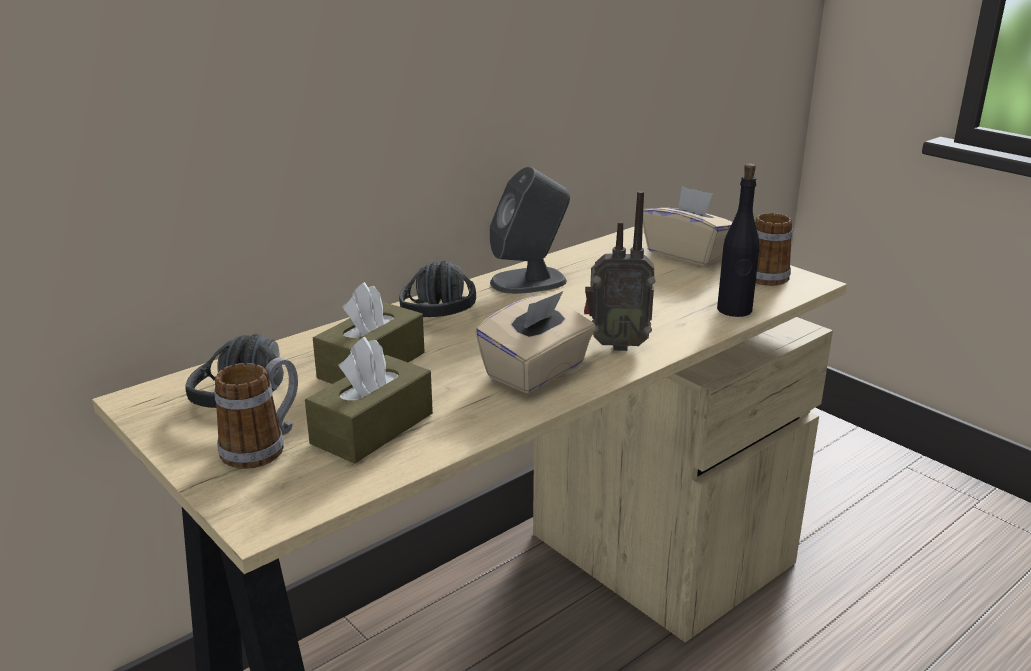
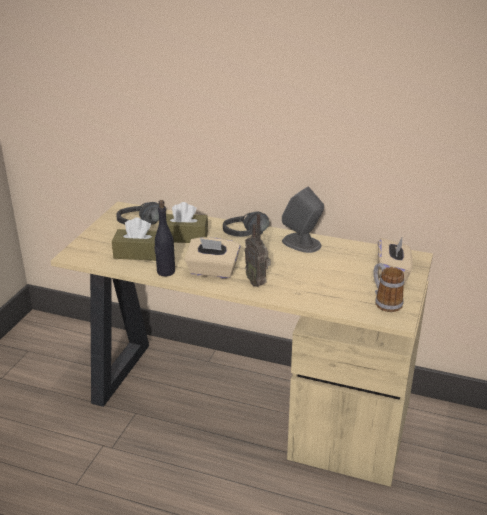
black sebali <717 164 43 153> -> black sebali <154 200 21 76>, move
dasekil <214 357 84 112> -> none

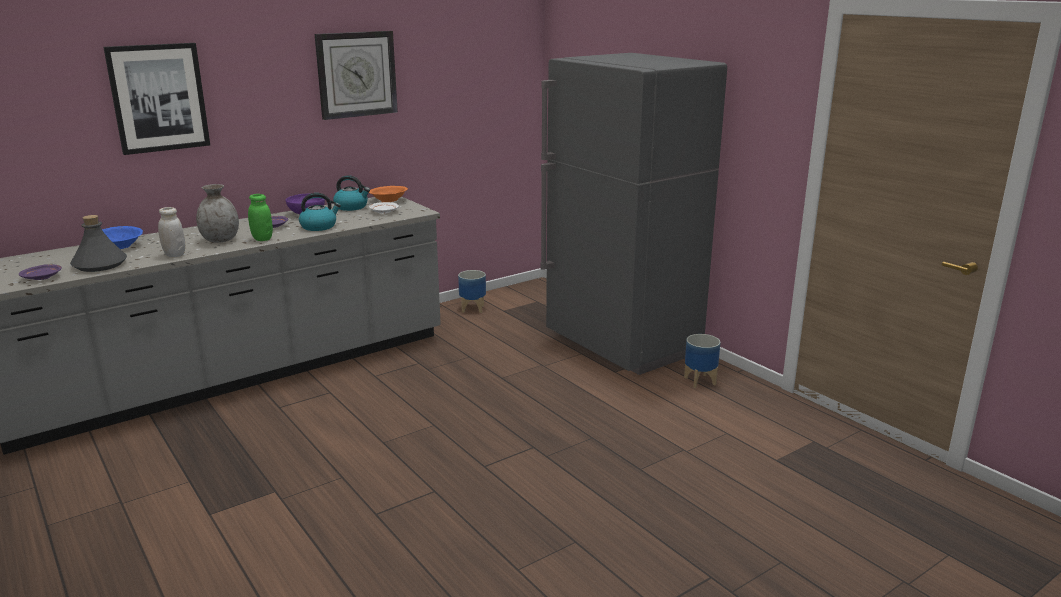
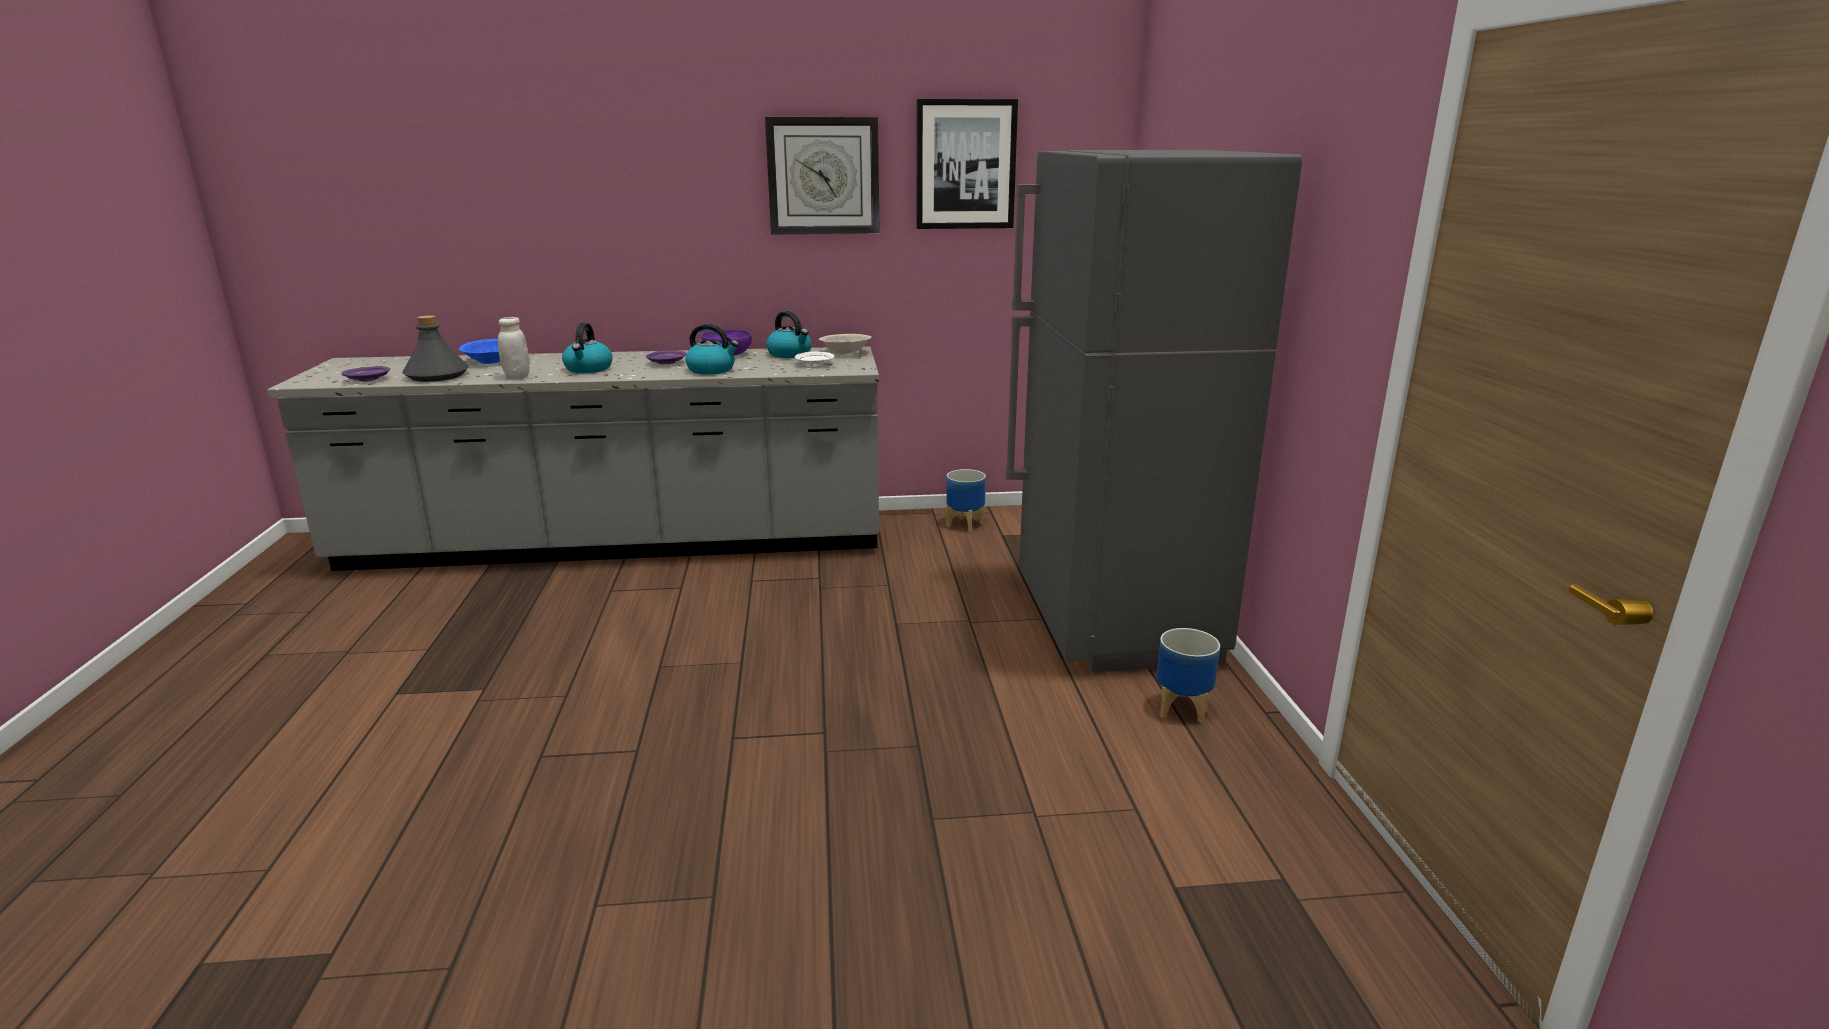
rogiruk <103 43 107 112> -> rogiruk <917 99 101 130>, move
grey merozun <196 184 43 59> -> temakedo <562 323 51 50>
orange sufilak <369 186 39 16> -> beige sufilak <819 334 52 20>
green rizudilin <248 194 25 47> -> none

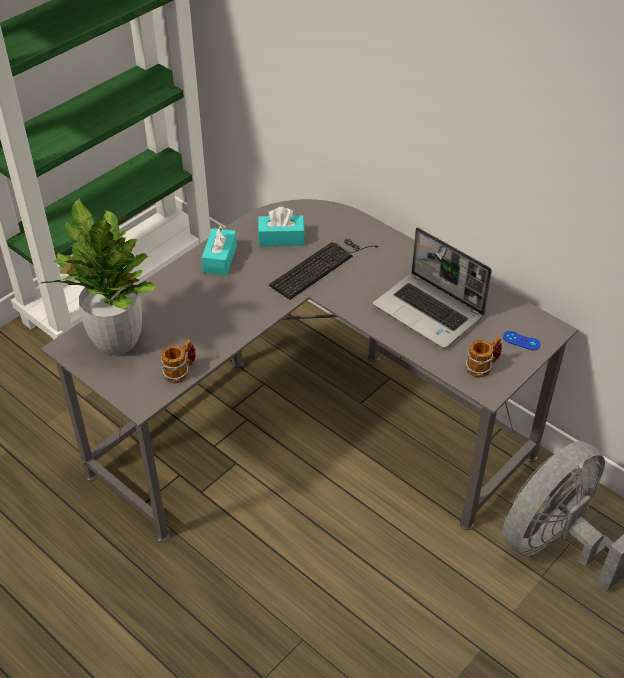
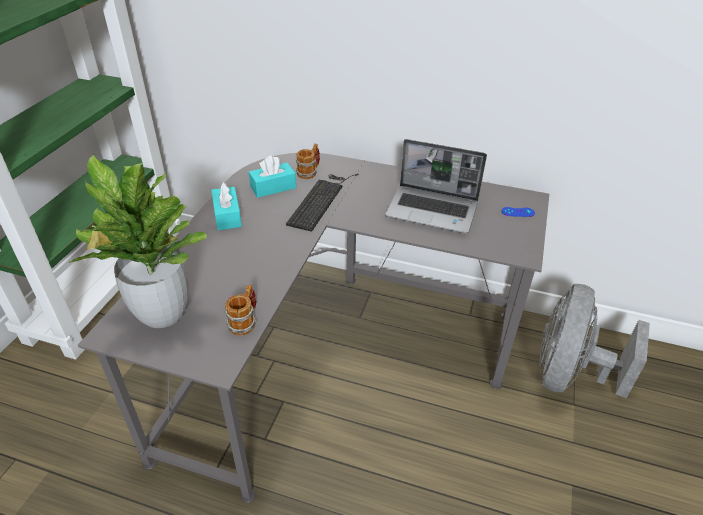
dasekil <466 337 36 41> -> dasekil <296 144 24 35>, move

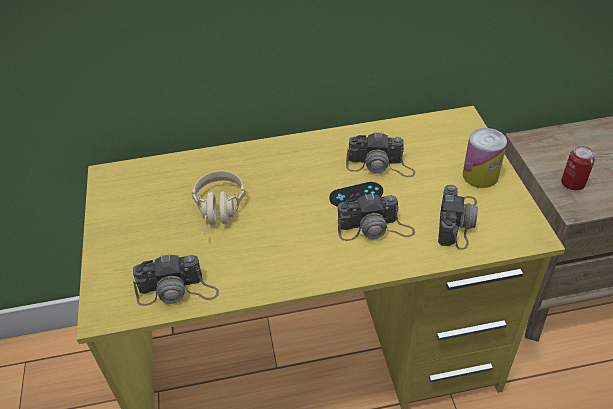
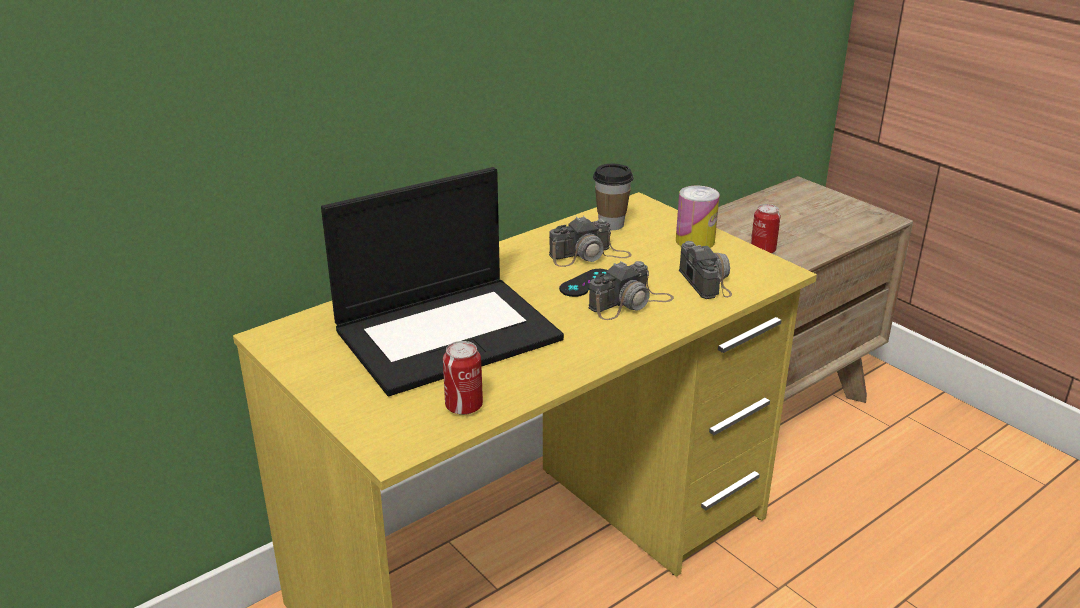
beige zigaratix <192 171 54 63> -> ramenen <321 167 243 229>
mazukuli <133 254 86 52> -> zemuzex <443 341 40 74>
none -> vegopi <593 164 40 66>

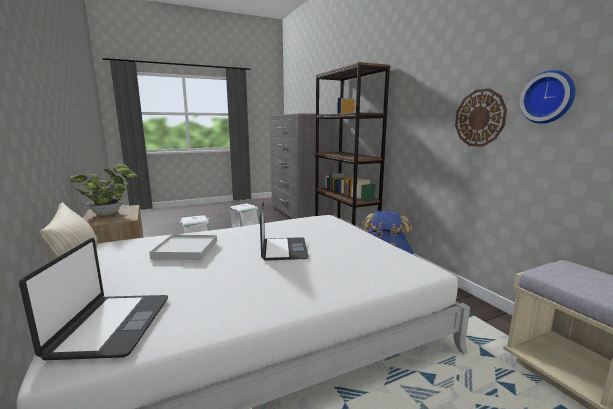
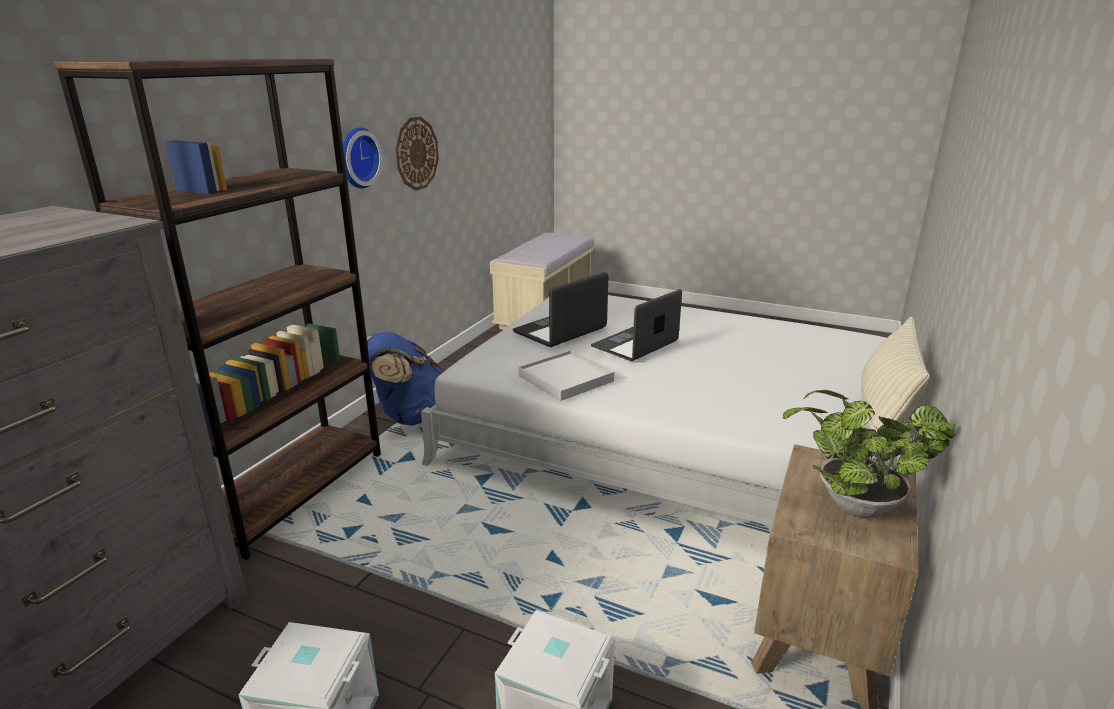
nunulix <520 70 56 54> -> nunulix <343 127 40 62>, move
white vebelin <149 235 68 25> -> white vebelin <519 350 95 51>, move
ramenen <19 238 149 122> -> ramenen <513 272 95 75>, move

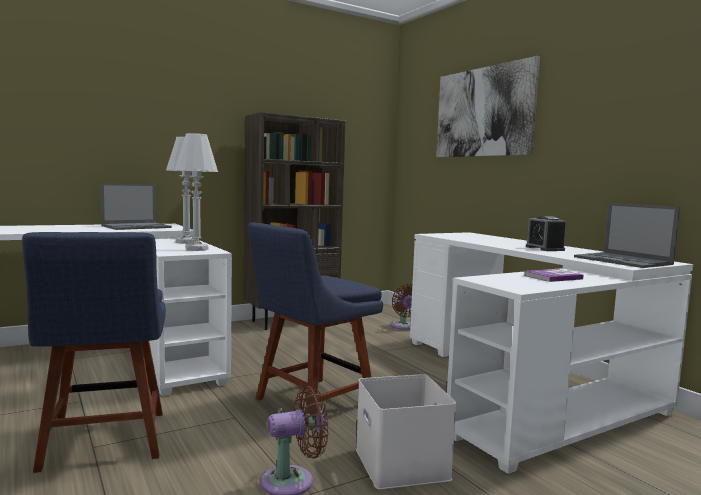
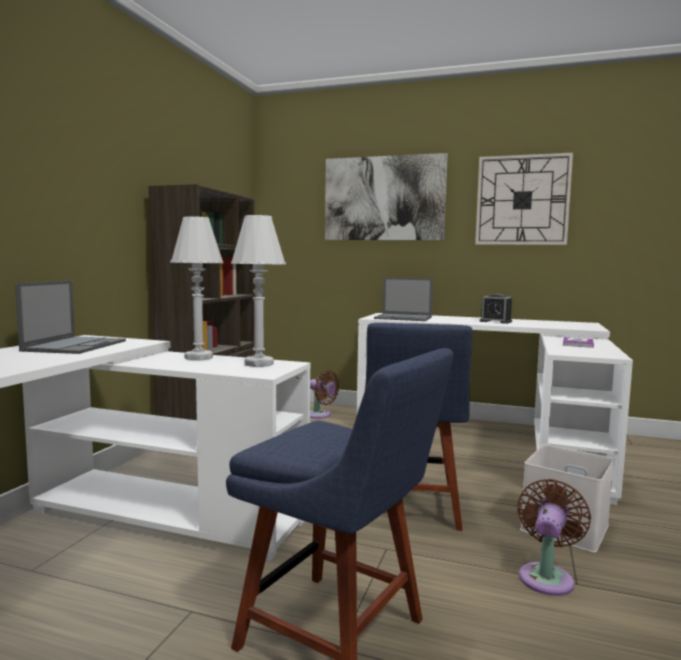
ramenen <574 203 106 65> -> ramenen <374 277 59 44>, move
none -> nunulix <475 153 98 92>

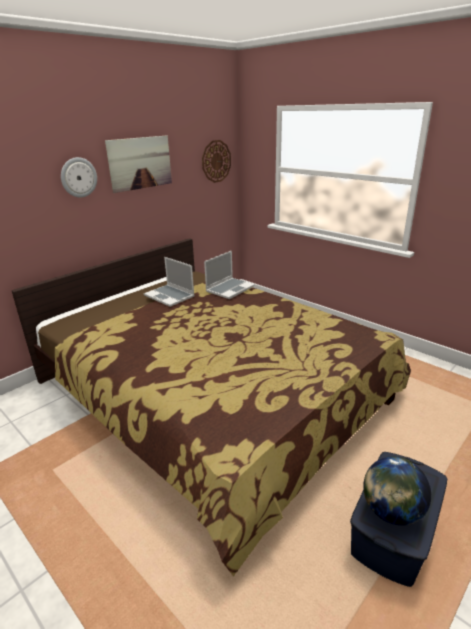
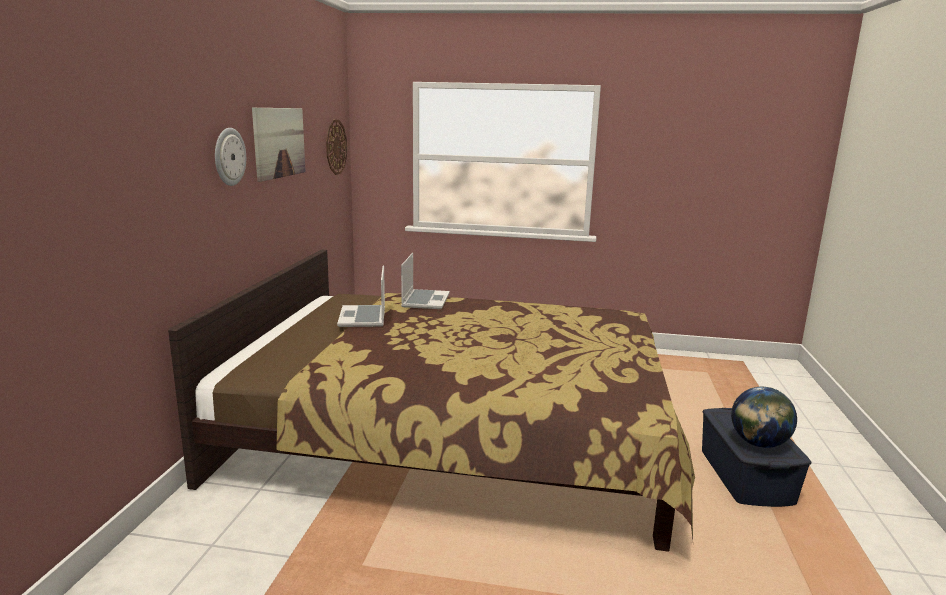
ramenen <144 257 51 50> -> ramenen <337 266 48 61>, 75 degrees clockwise

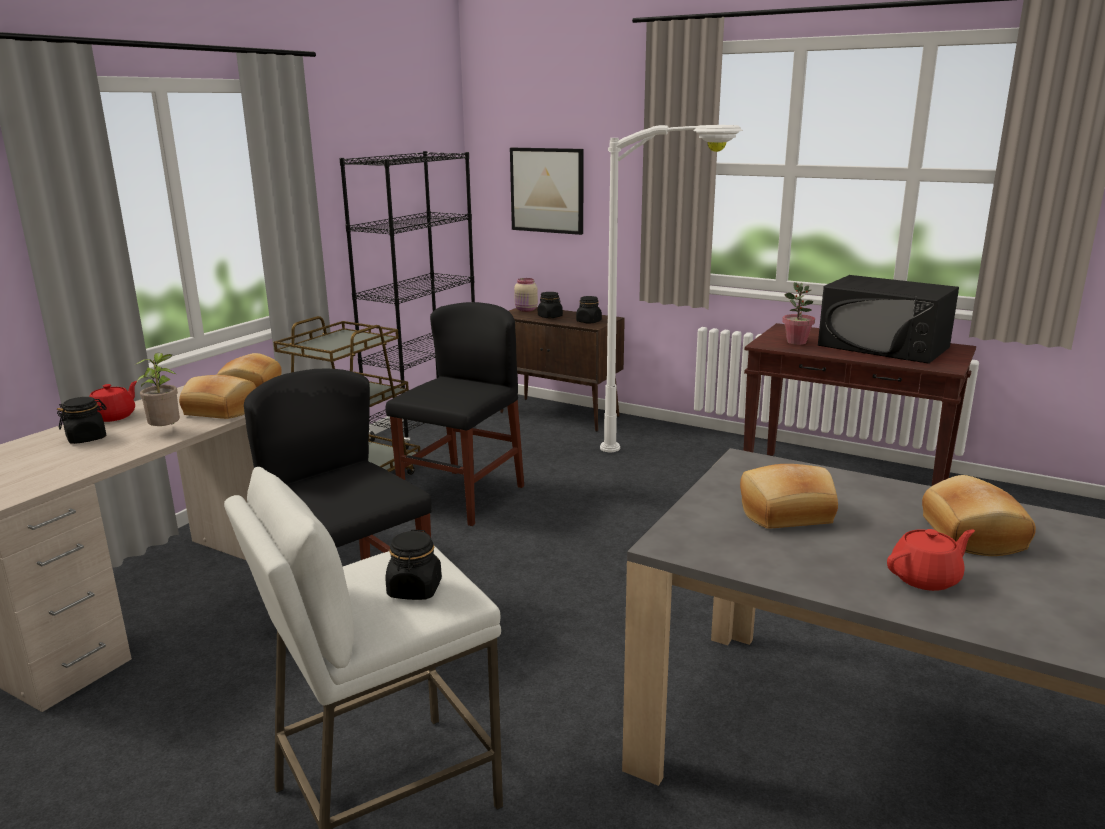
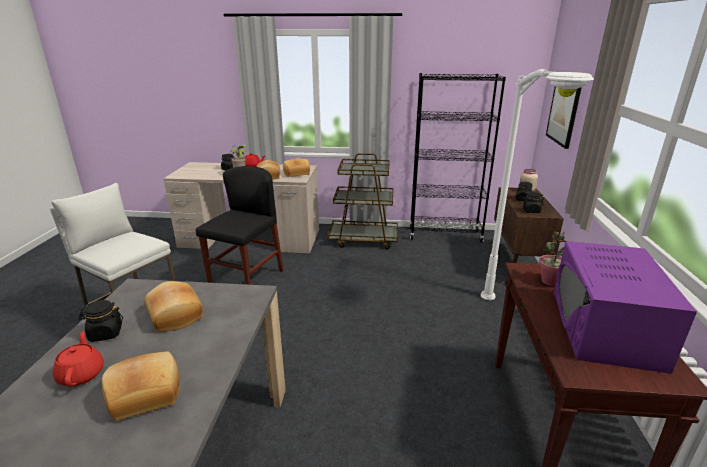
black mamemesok <818 275 141 89> -> purple mamemesok <554 241 143 133>
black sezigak <386 302 138 224> -> none
black rizudilin <386 529 56 71> -> black rizudilin <78 300 45 42>, move
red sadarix <887 529 88 62> -> red sadarix <53 331 51 56>, 150 degrees counterclockwise

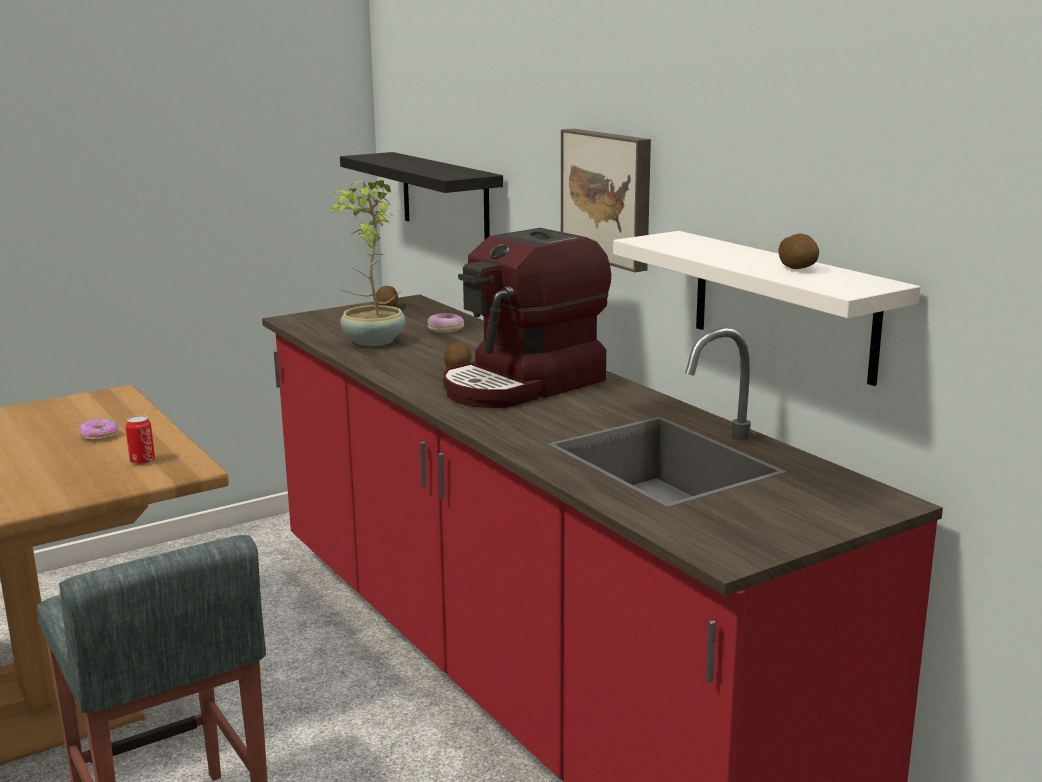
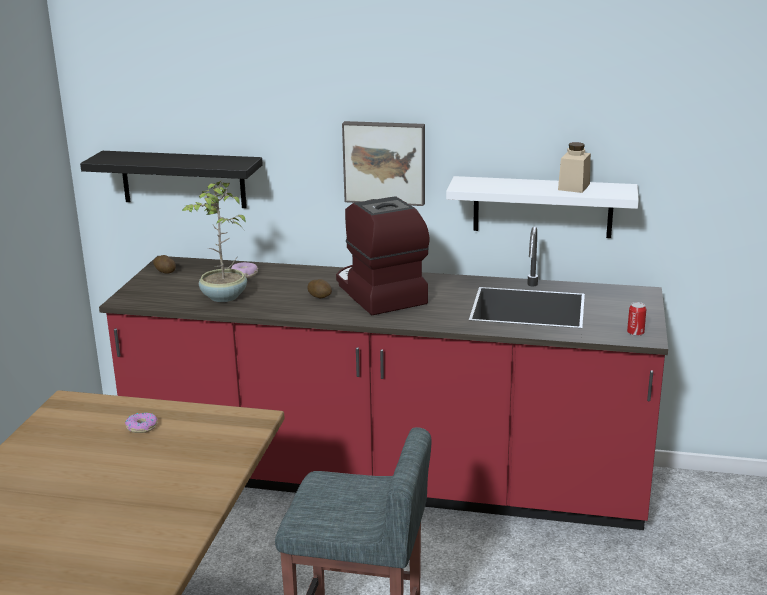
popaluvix <443 228 168 180> -> popaluvix <336 196 93 119>, 150 degrees clockwise
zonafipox <778 234 41 35> -> beige rizudilin <558 142 33 51>
zemuzex <125 415 30 50> -> zemuzex <627 302 19 34>, move

